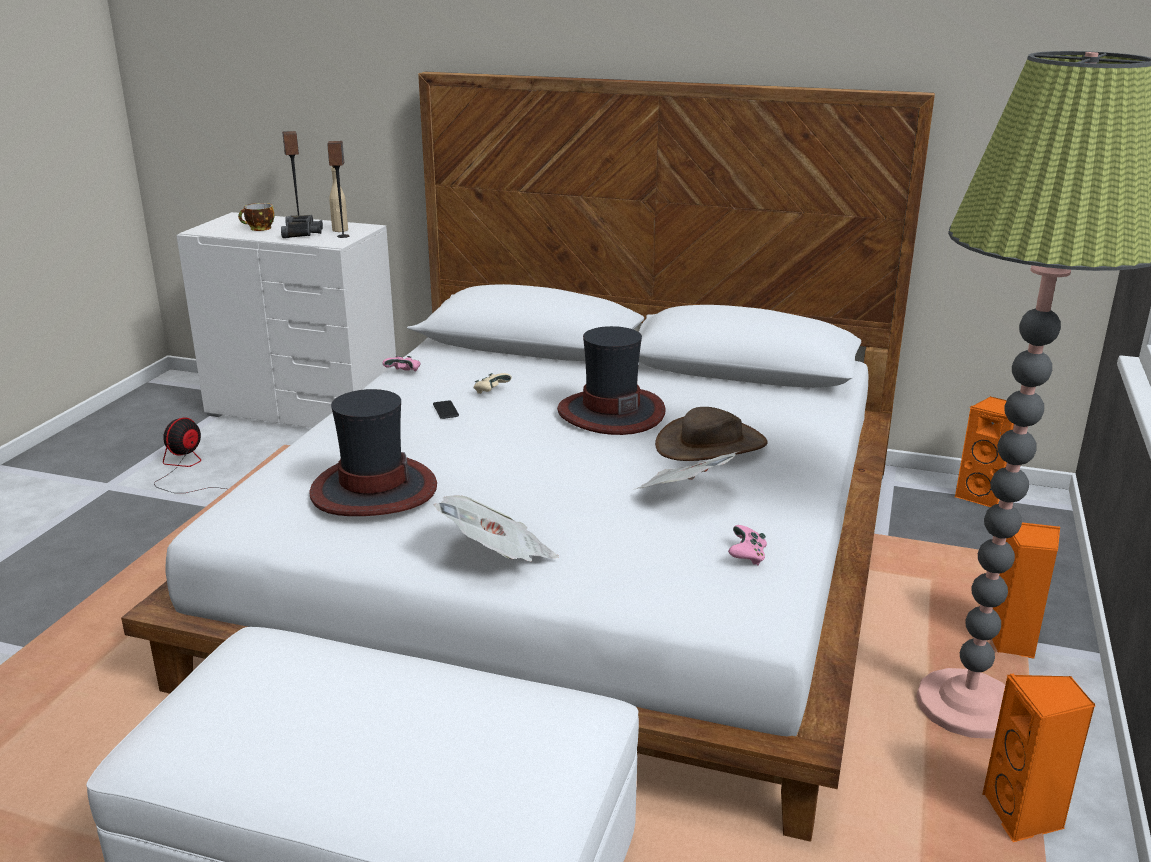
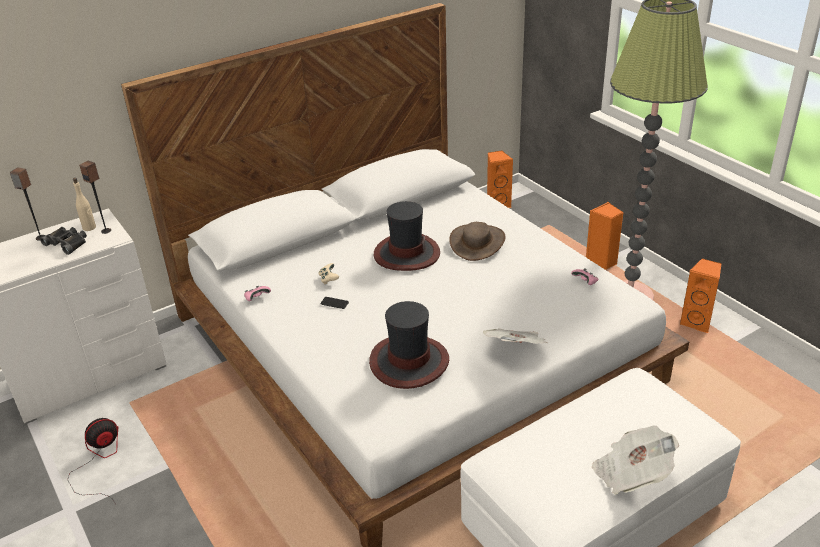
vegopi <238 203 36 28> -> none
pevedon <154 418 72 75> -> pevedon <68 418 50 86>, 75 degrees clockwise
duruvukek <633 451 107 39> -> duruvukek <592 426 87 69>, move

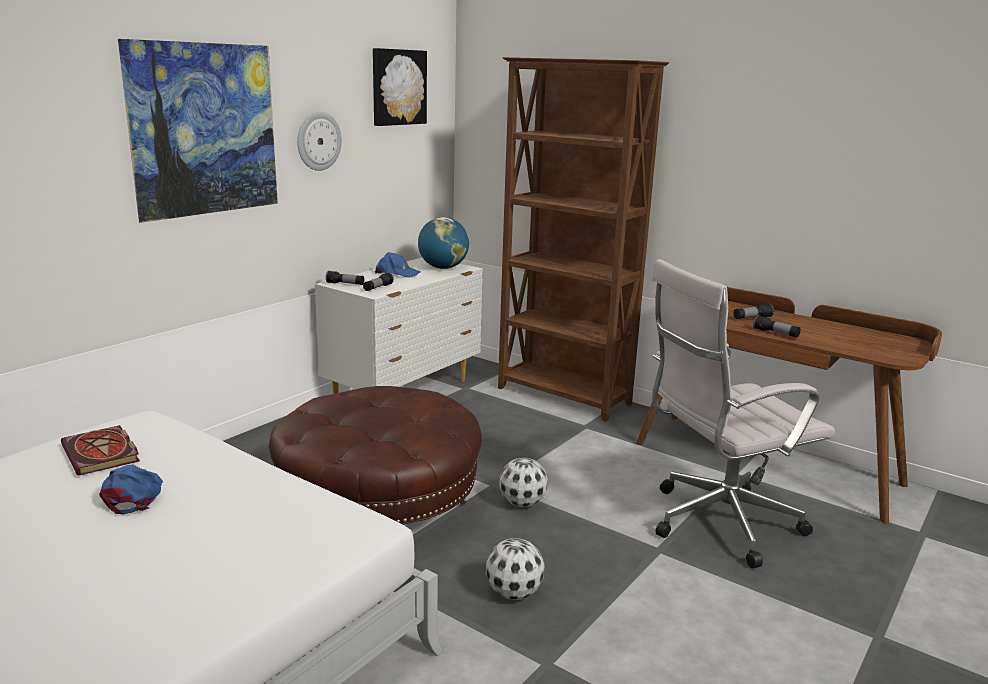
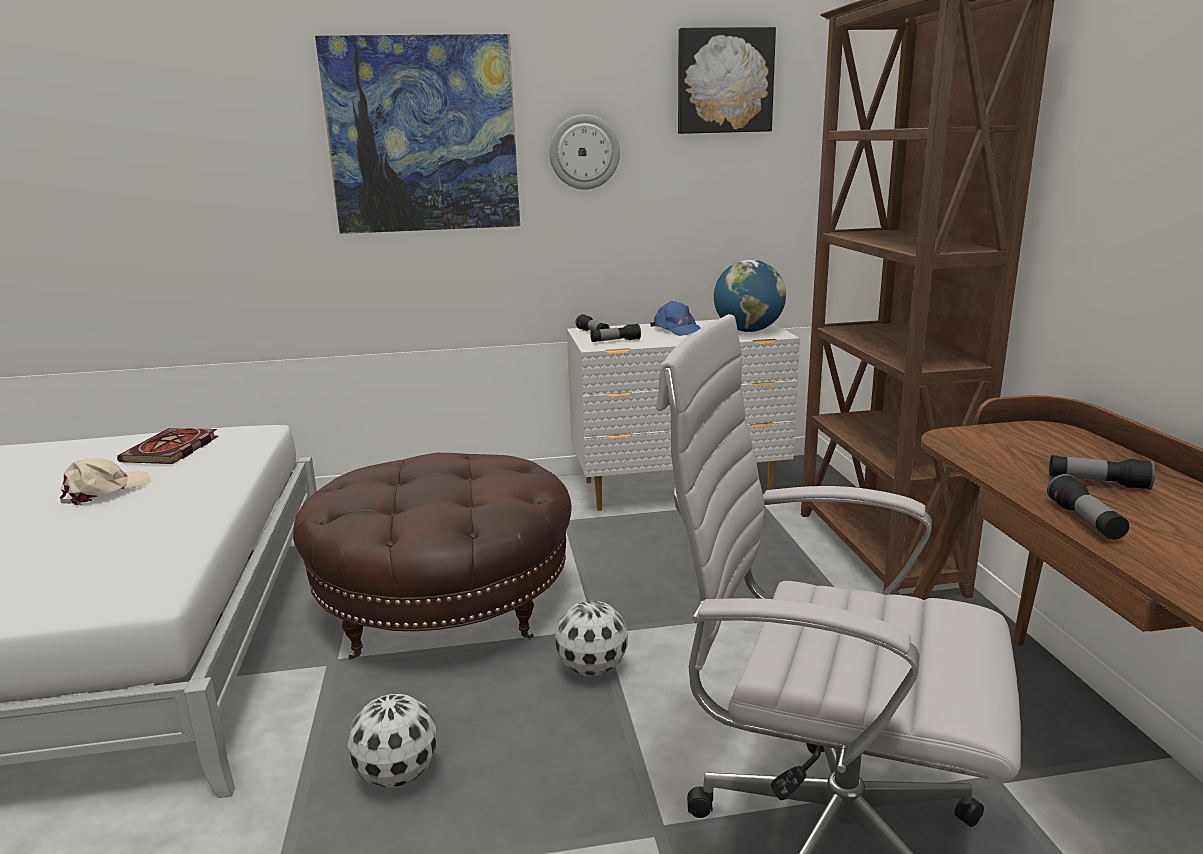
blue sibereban <99 465 64 49> -> beige sibereban <60 458 91 47>

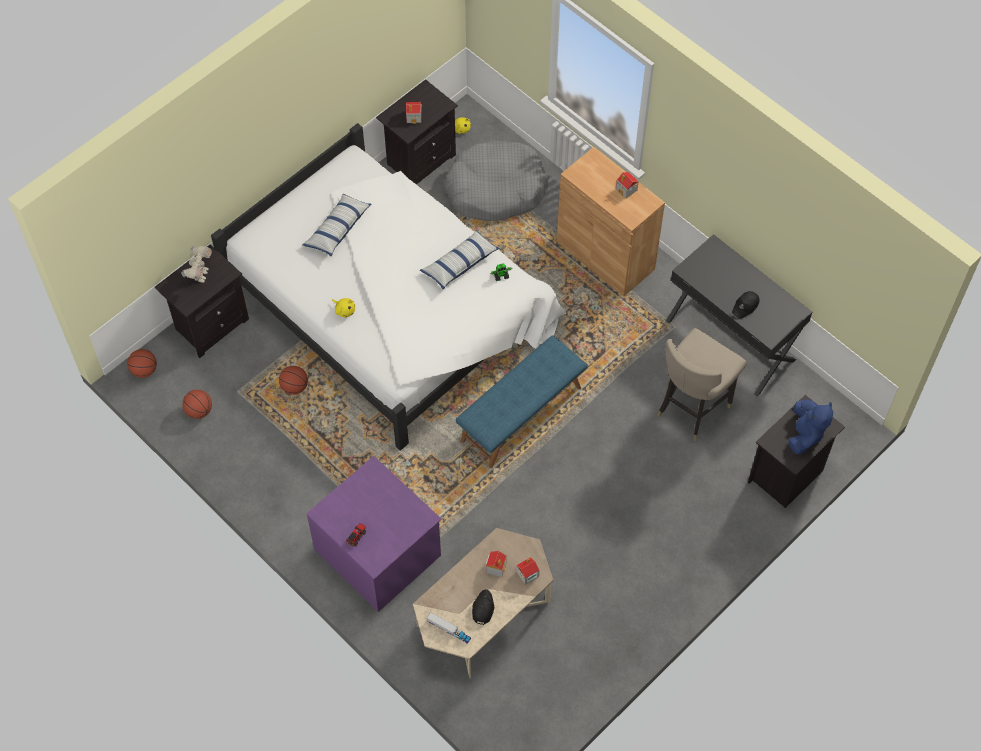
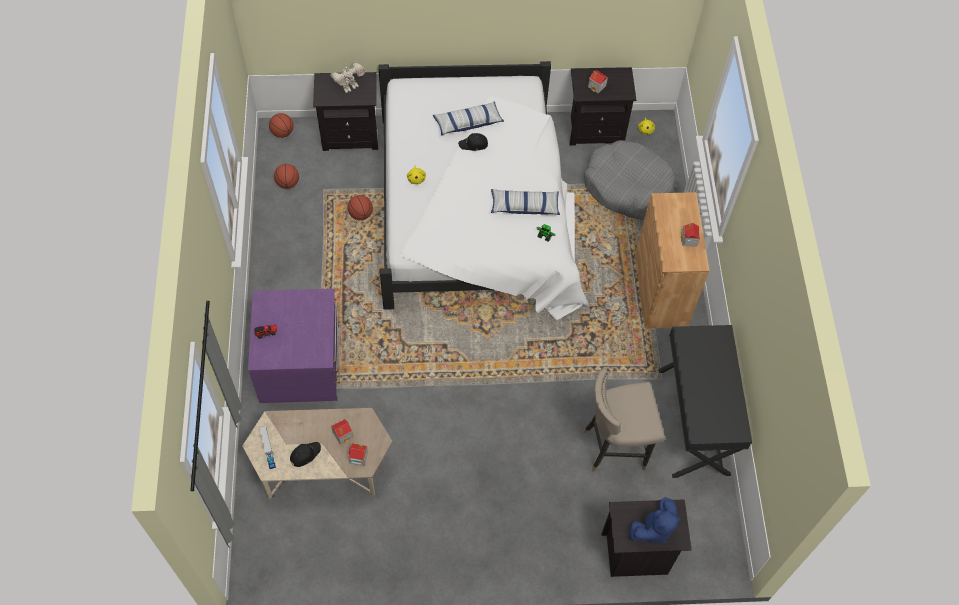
black sibereban <732 291 27 28> -> black sibereban <458 133 30 18>, move
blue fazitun <456 335 131 133> -> none

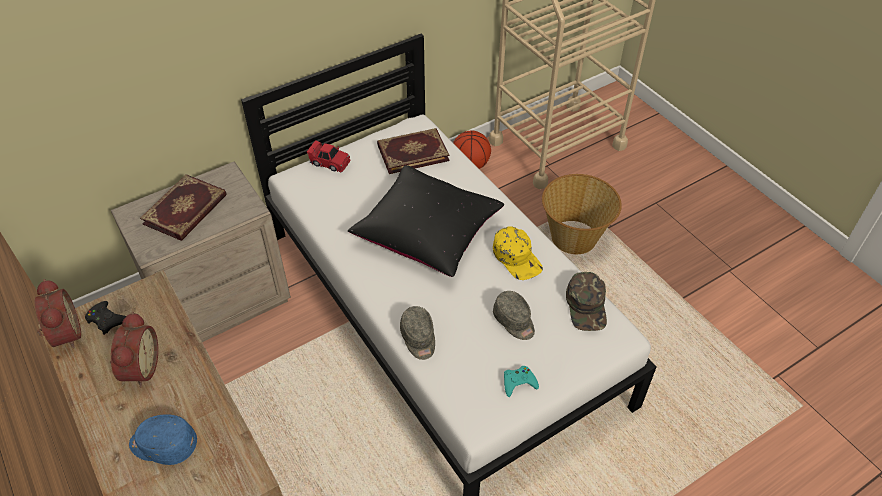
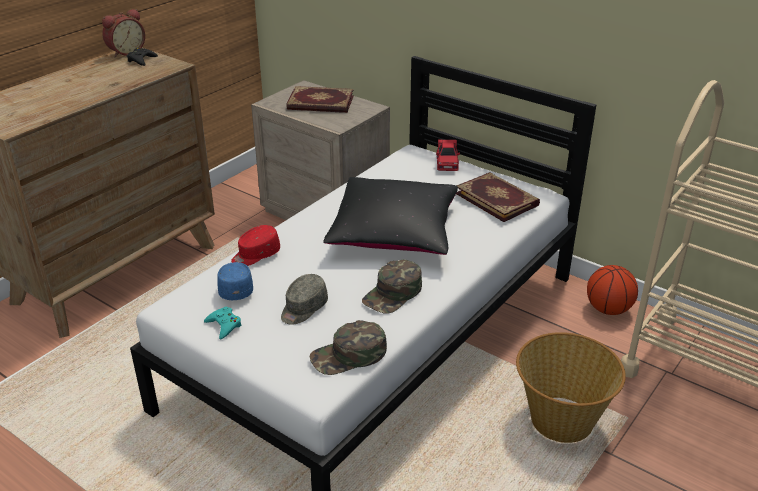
yellow sibereban <493 227 50 53> -> green sibereban <362 259 60 55>
grey sibereban <400 306 35 54> -> red sibereban <231 225 49 41>
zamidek <110 312 48 75> -> none
blue sibereban <129 414 68 51> -> blue sibereban <217 262 36 38>, move

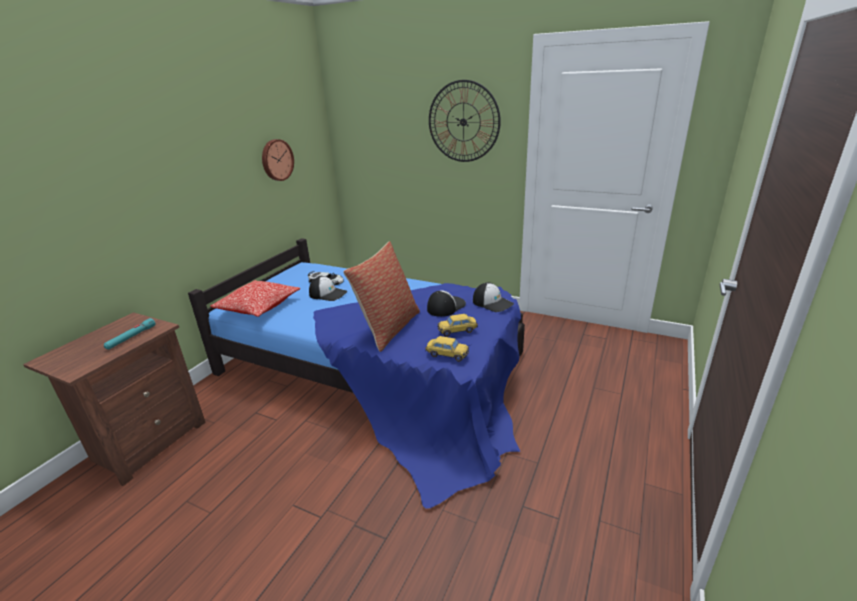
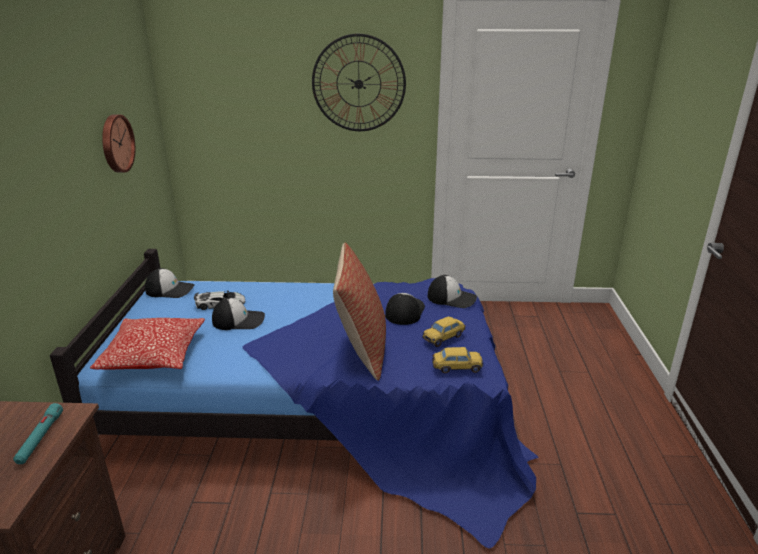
none -> sibereban <145 268 49 30>

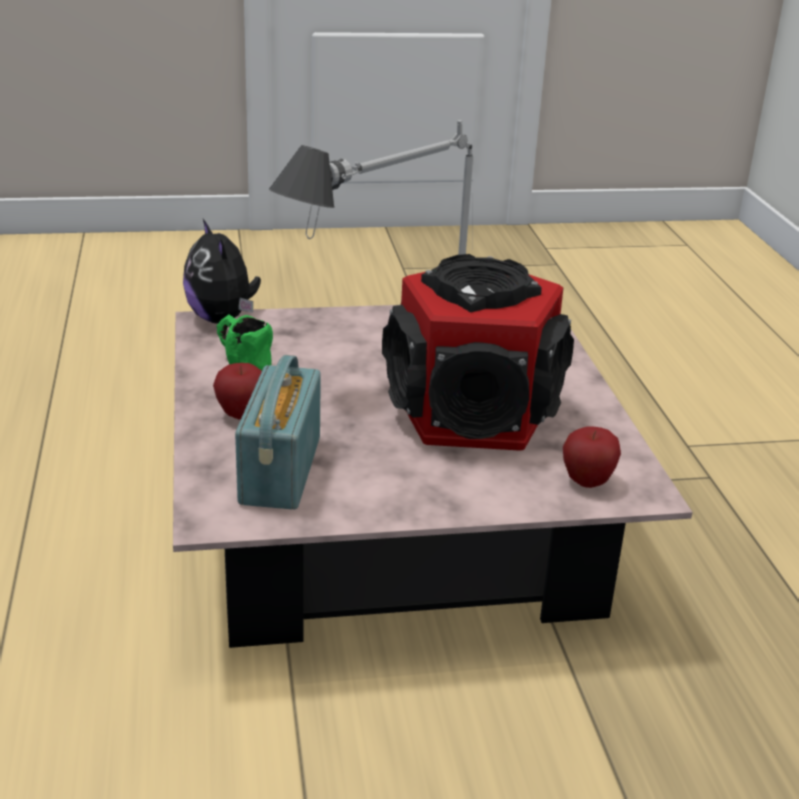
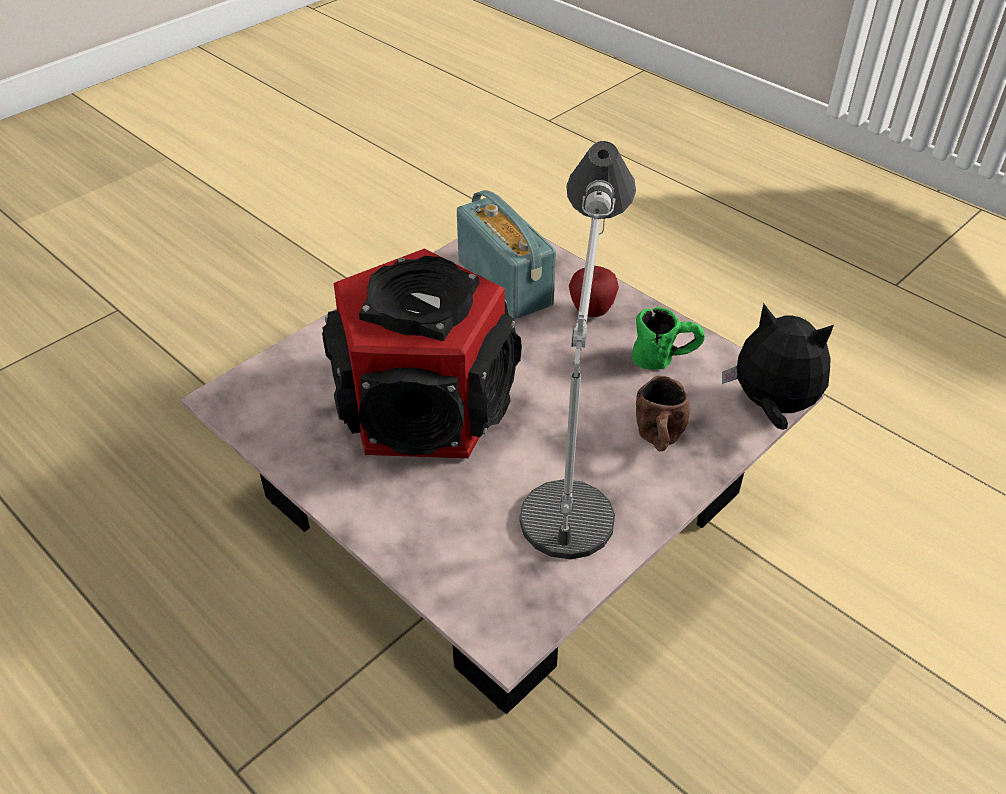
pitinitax <563 427 58 61> -> none
none -> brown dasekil <636 376 54 75>

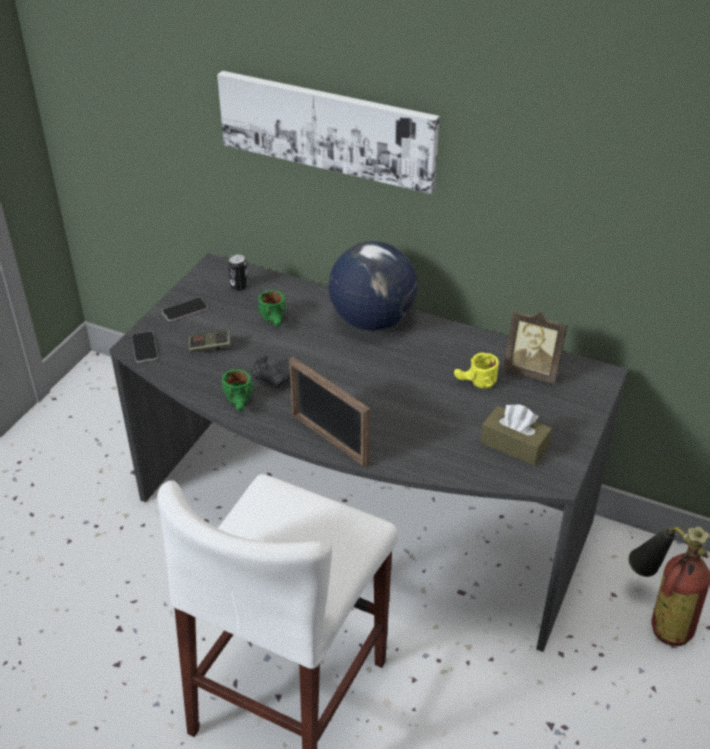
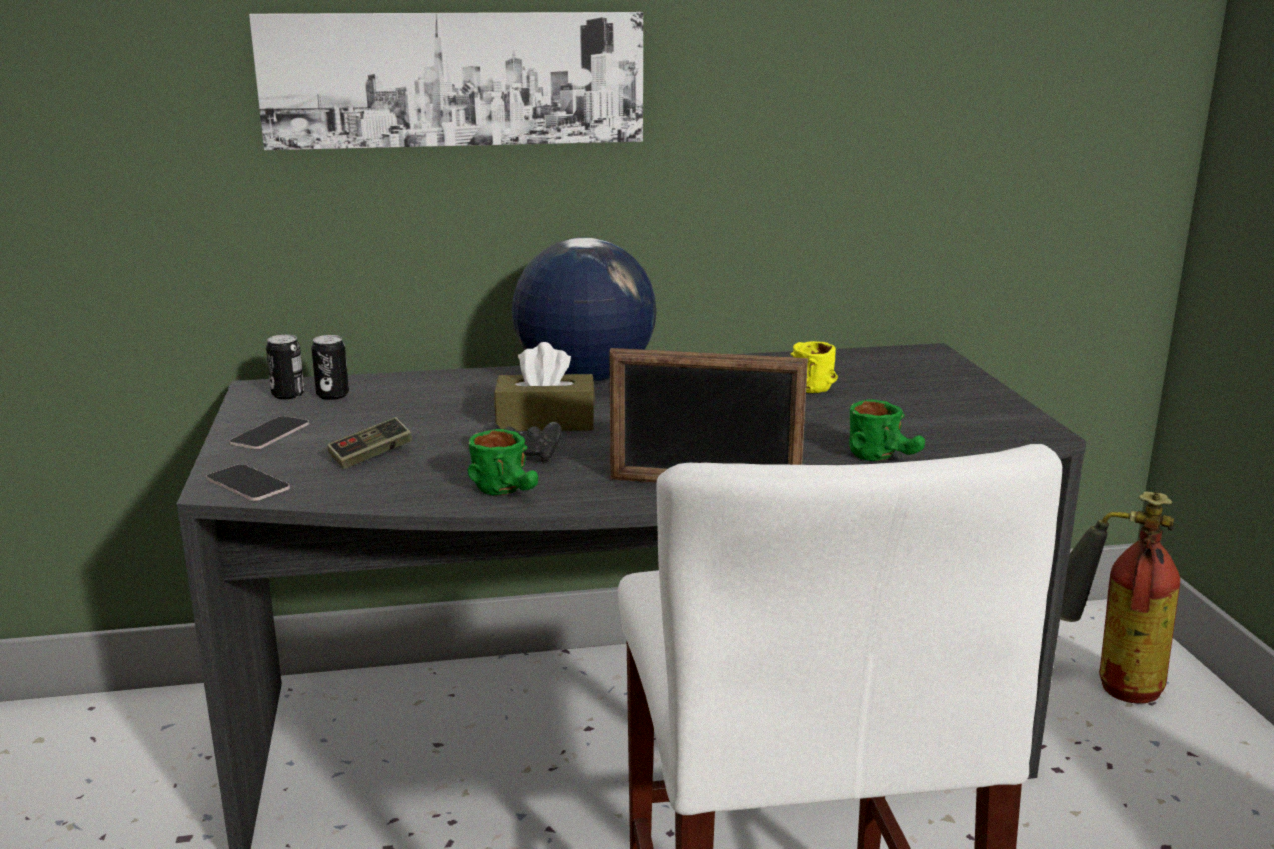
green dasekil <258 290 28 37> -> green dasekil <849 399 76 62>, move
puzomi <503 311 65 73> -> none
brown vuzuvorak <480 404 72 62> -> brown vuzuvorak <494 342 101 89>, move
none -> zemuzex <266 335 39 64>

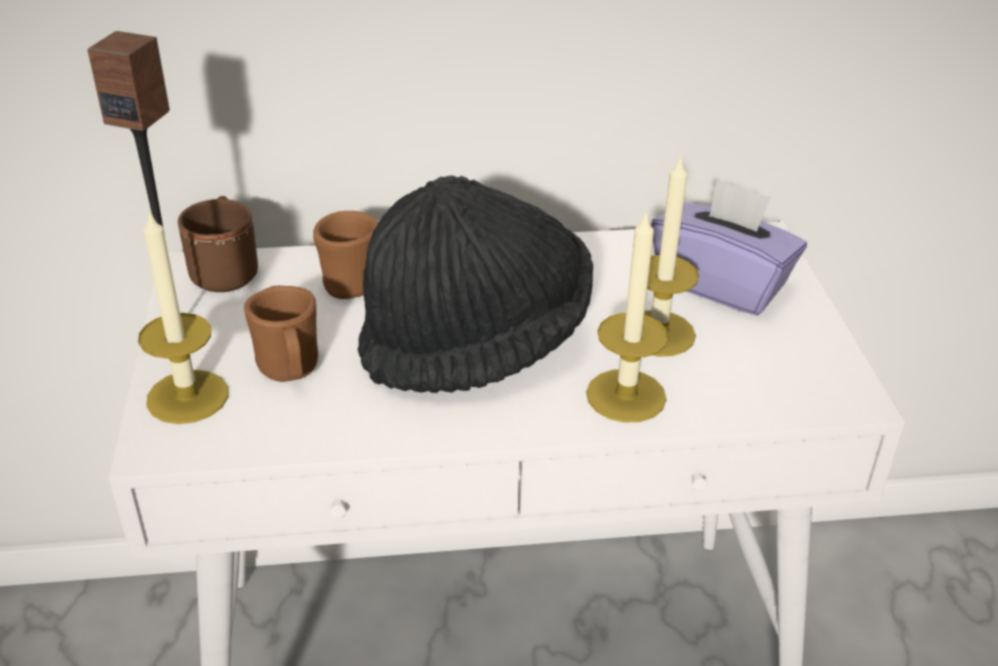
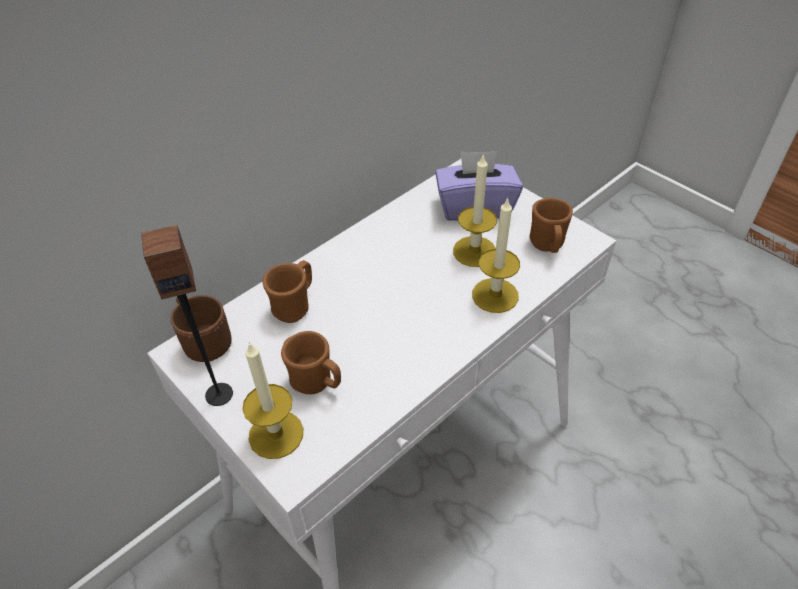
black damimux <358 176 235 217> -> none
none -> brown dasekil <530 197 43 56>

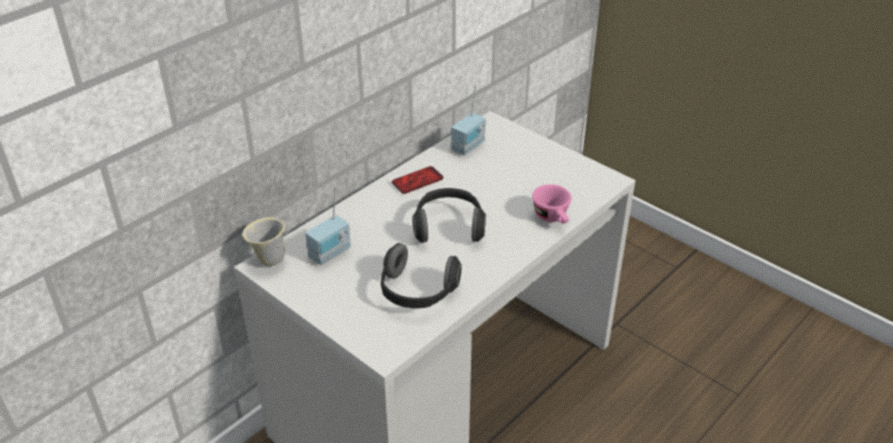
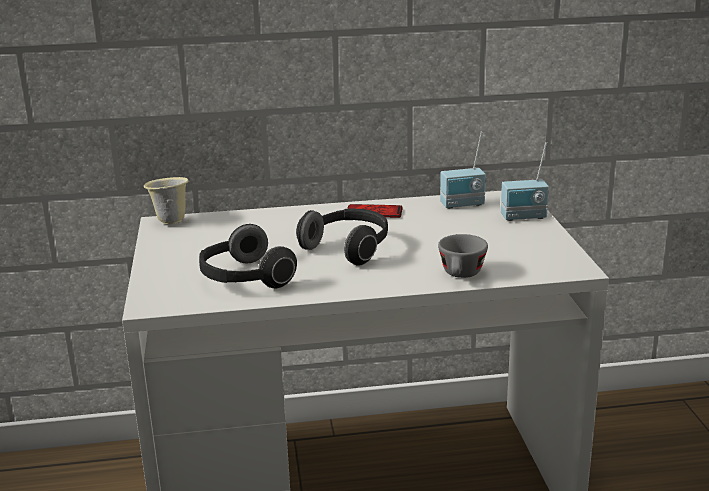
pink vegopi <532 184 39 40> -> grey vegopi <438 234 50 44>
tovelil <305 186 46 79> -> tovelil <501 142 48 79>, move

